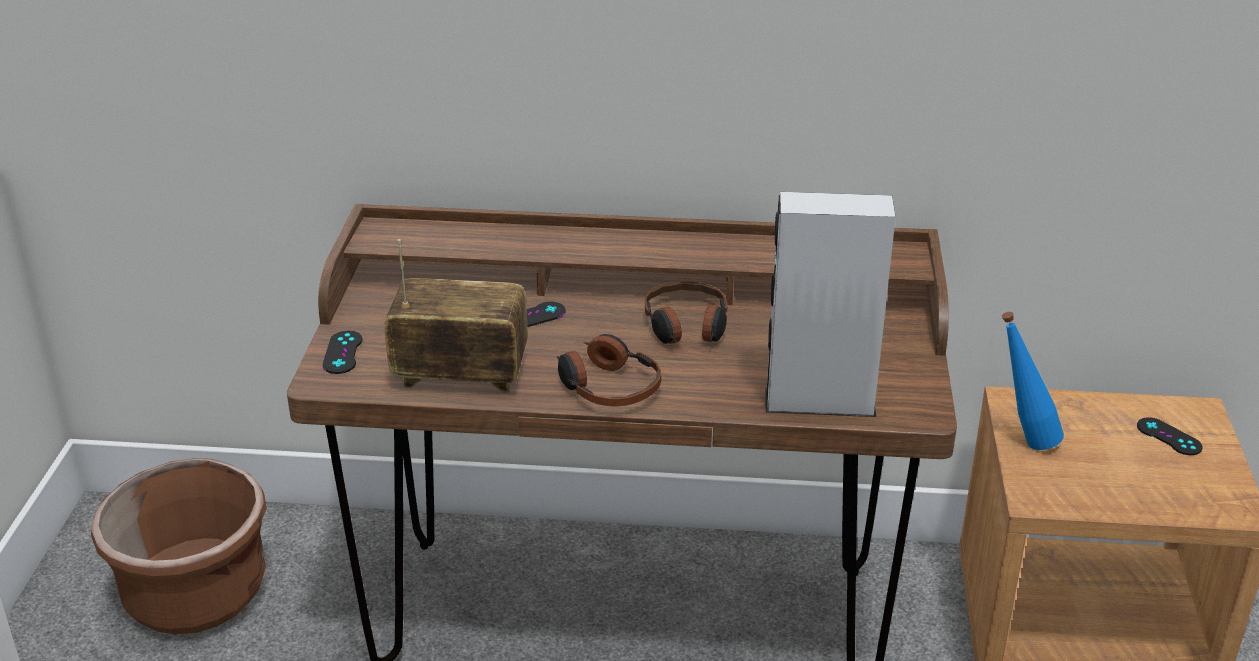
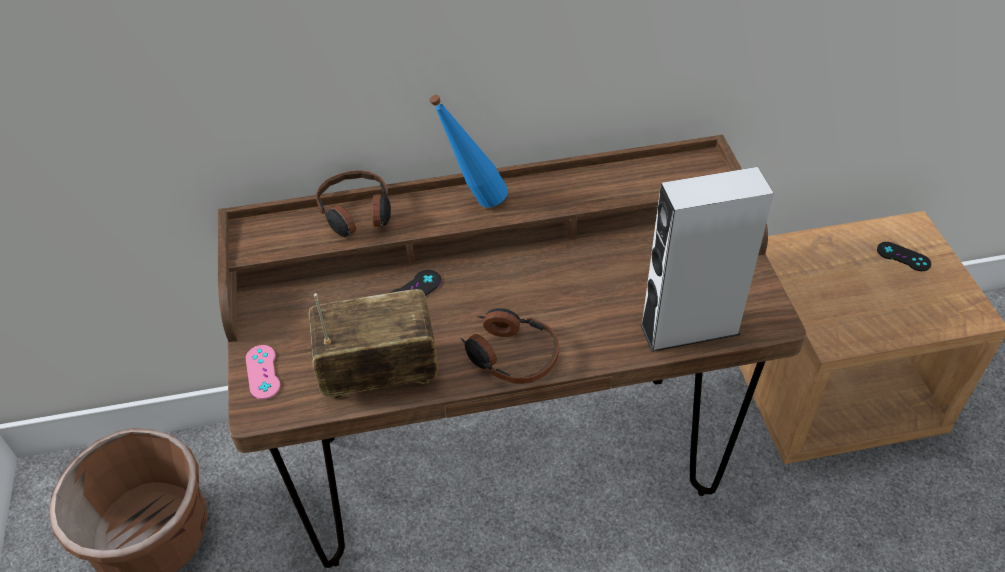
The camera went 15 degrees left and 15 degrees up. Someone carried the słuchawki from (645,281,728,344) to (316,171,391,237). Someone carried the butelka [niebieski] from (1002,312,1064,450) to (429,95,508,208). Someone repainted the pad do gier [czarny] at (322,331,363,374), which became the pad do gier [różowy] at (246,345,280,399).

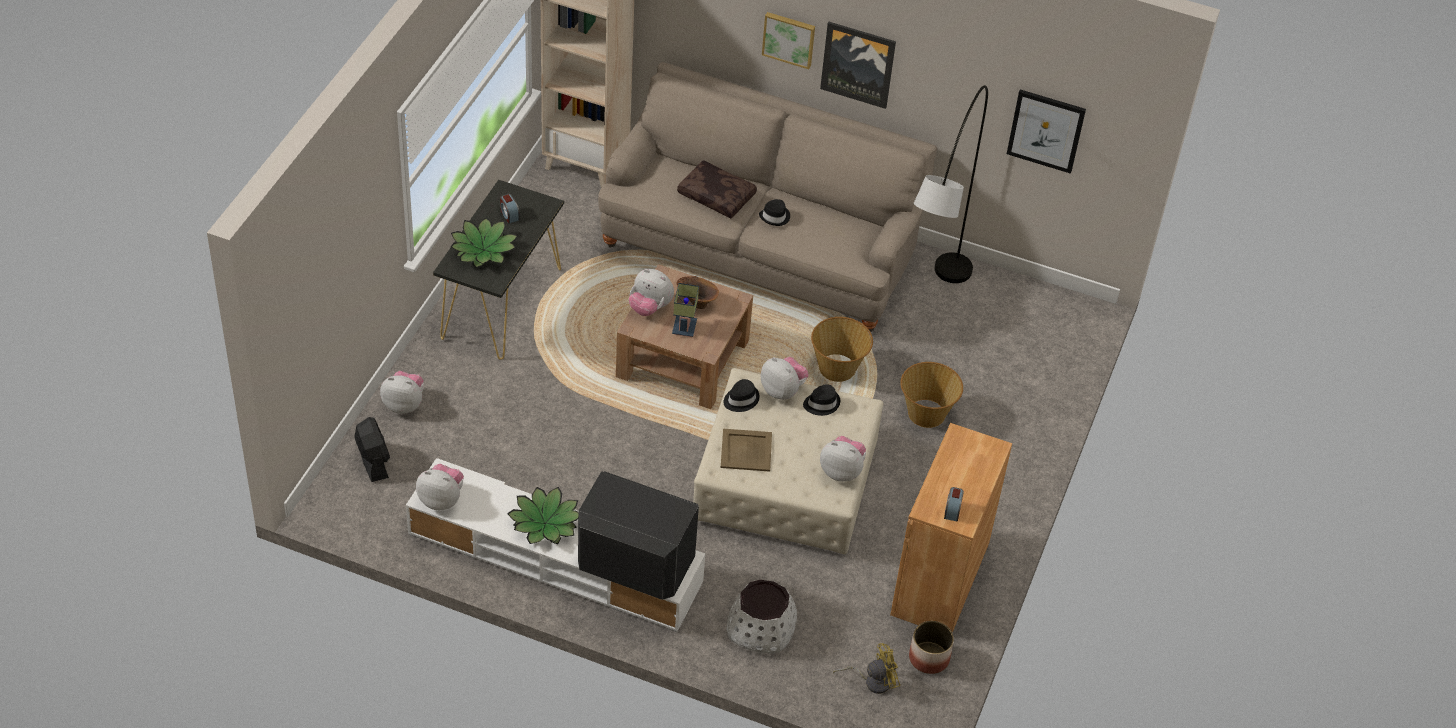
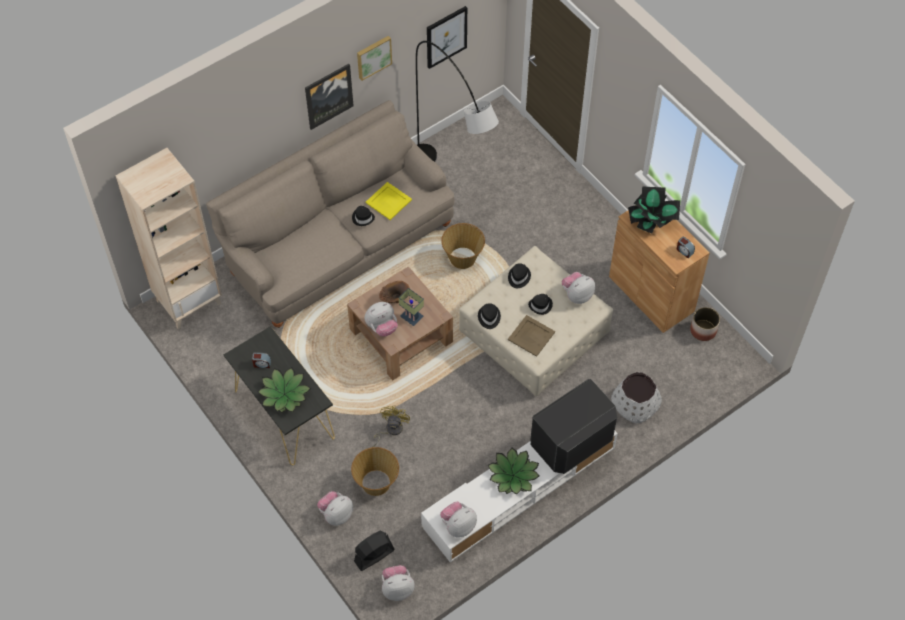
The camera went 55 degrees left and 10 degrees up. Someone carried the obraz from (762,12,815,69) to (357,36,392,81). Someone took away the poduszka [brązowy] at (677,160,757,218). Someone carried the pluszak from (761,357,809,400) to (382,565,415,601). Someone carried the koszyk from (900,362,963,428) to (351,447,399,496). Someone rotated the wentylator [czarny] at (354,417,390,482) by 45 degrees counterclockwise. Someone carried the wentylator [żółty] from (833,643,900,694) to (372,406,410,447). Someone put down the taca [żółty] at (365,182,412,220). Someone put down the roślina doniczkowa at (628,186,680,234). Someone put down the kapelusz [czarny] at (528,294,553,315).

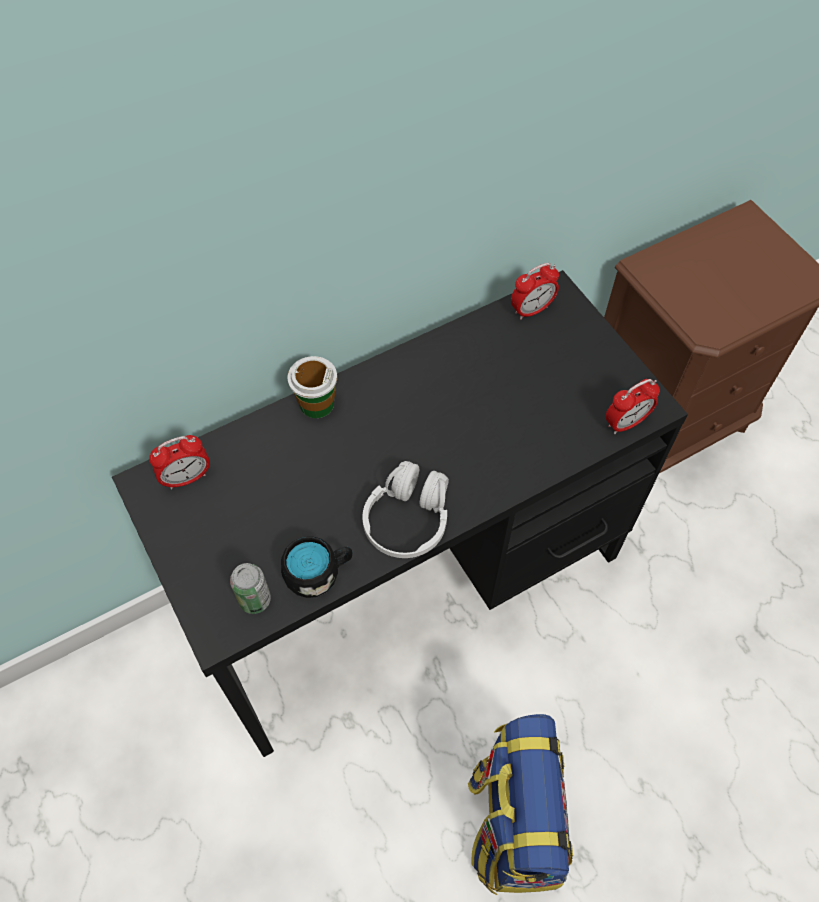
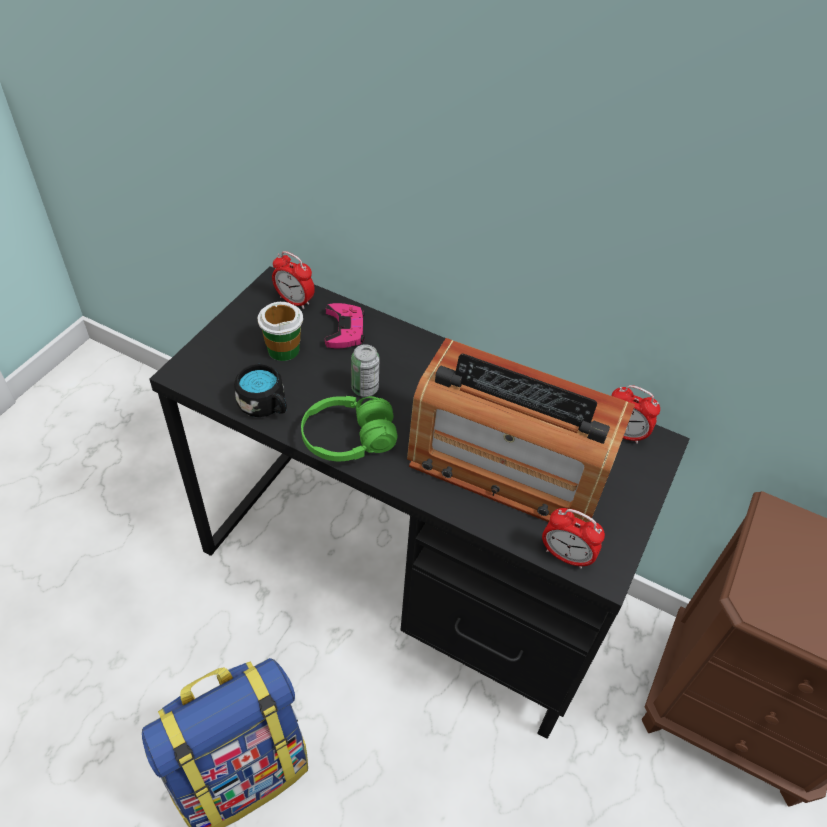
The camera went 55 degrees right and 10 degrees down. Someone carried the filiżanka from (287,356,337,418) to (258,302,303,361). Someone repainted the słuchawki [biały] at (362,461,449,558), which became the słuchawki [zielony] at (301,396,398,461). Someone carried the puszka from (230,563,271,614) to (351,344,379,397). Someone put down the pad do gier [różowy] at (325,303,365,348). Someone put down the radio at (407,338,635,522).

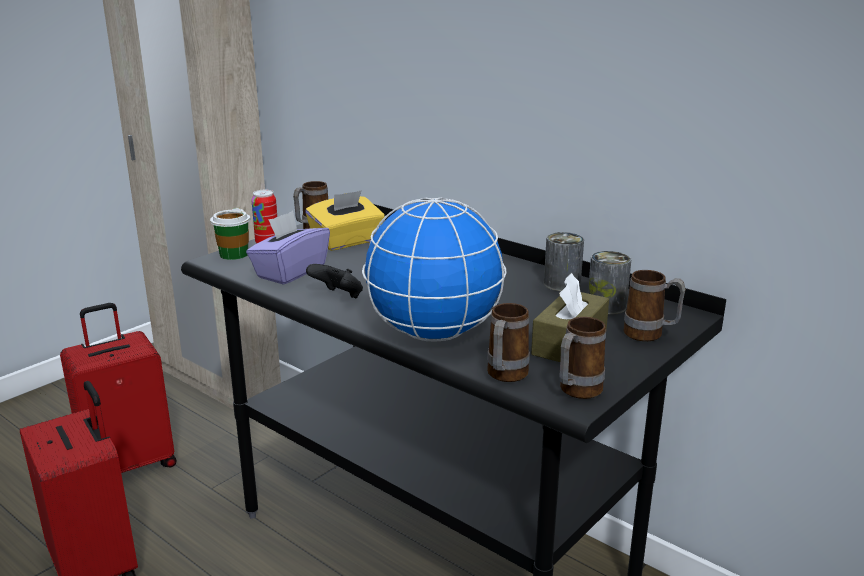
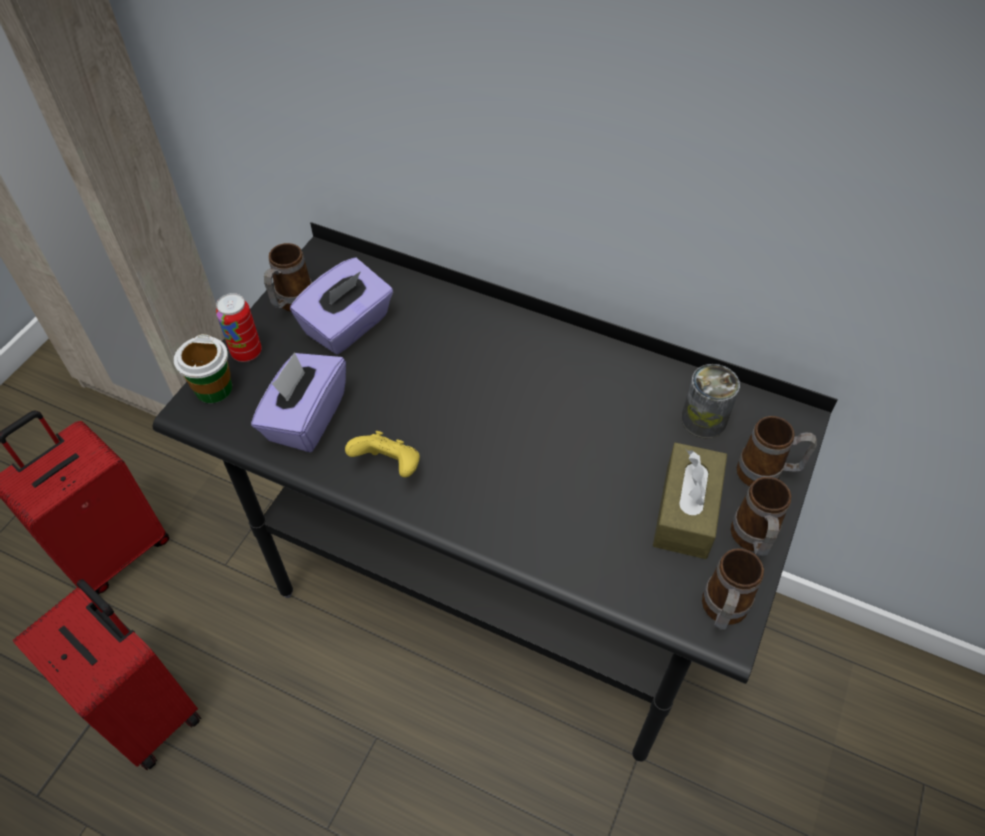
The camera went 15 degrees left and 30 degrees up. Someone repainted the pudełko chusteczek [żółty] at (305,190,385,251), which became the pudełko chusteczek [fioletowy] at (290,257,393,354). Someone took away the globus at (362,197,506,342). Someone took away the puszka at (544,232,584,291). Someone repainted the pad do gier [czarny] at (306,264,363,299), which became the pad do gier [żółty] at (345,431,420,477). Someone carried the kubek from (487,303,530,382) to (731,477,791,557).

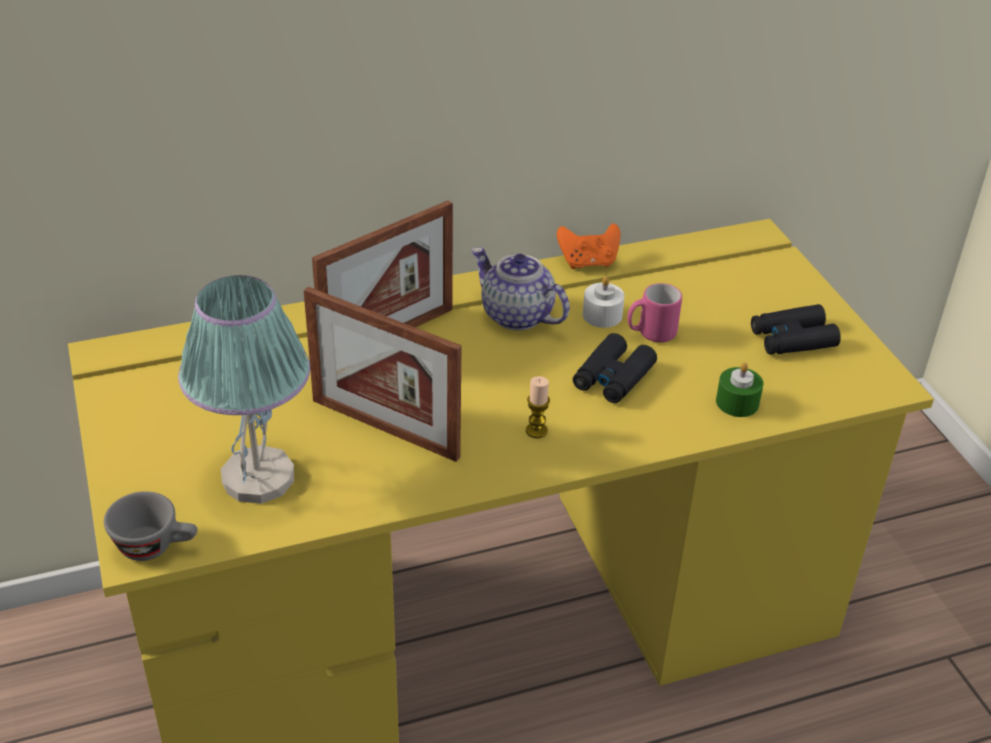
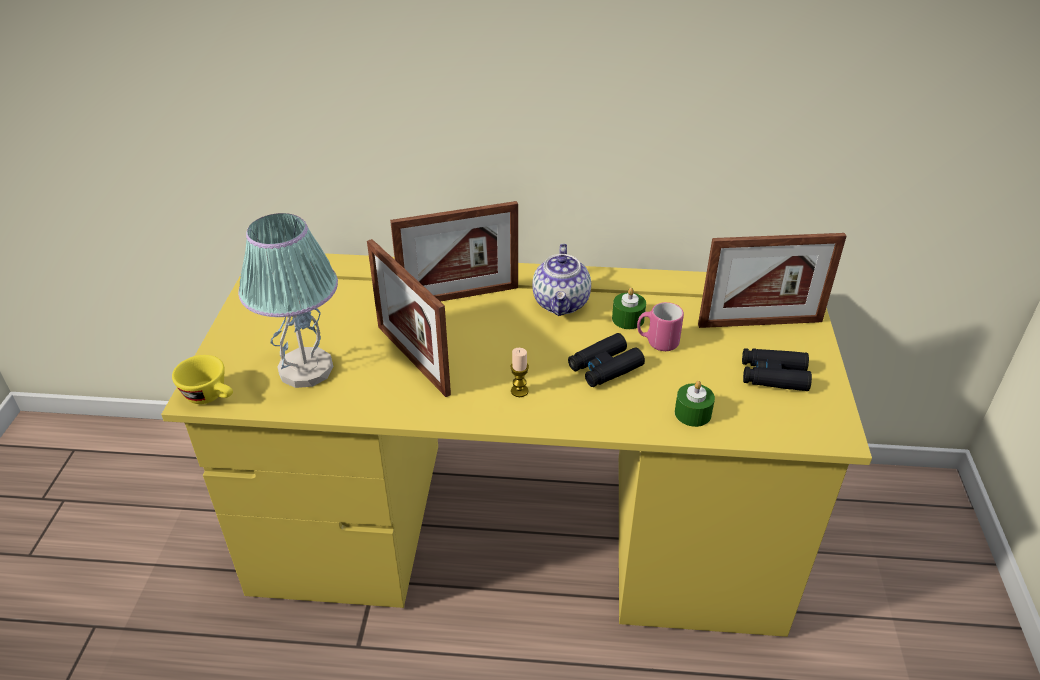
The camera went 25 degrees right and 0 degrees up. Someone took away the pad do gier [pomarańczowy] at (557,223,620,269). Someone rotated the imbryk at (471,247,570,331) by 150 degrees counterclockwise. Someone repainted the świeca [biały] at (583,276,625,328), which became the świeca [zielony] at (612,288,646,329). Someone repainted the filiżanka [szary] at (104,491,197,561), which became the filiżanka [żółty] at (172,355,233,404). Someone put down the ramka na zdjęcie at (698,233,847,328).

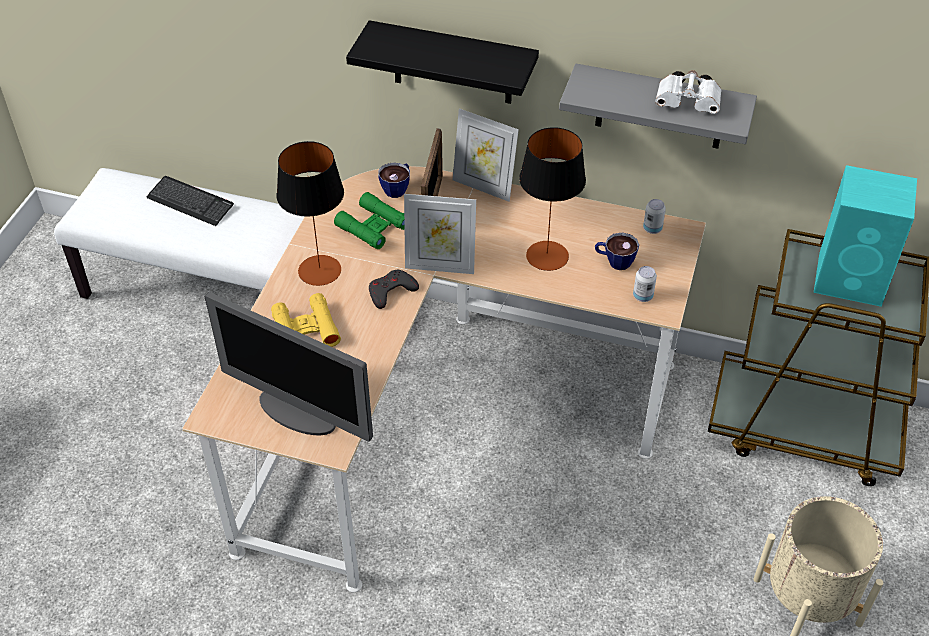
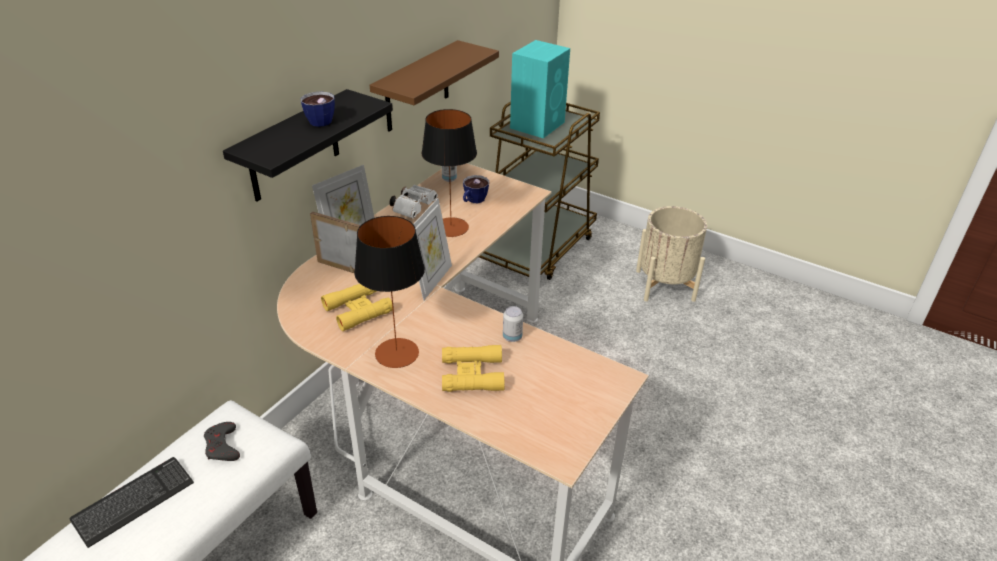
The camera went 75 degrees left and 10 degrees down. Someone repainted the półka [szary] at (559,64,757,149), which became the półka [brązowy] at (370,40,499,132). Someone carried the lornetka [biały] from (655,70,721,114) to (389,185,438,219). Someone carried the filiżanka from (378,163,410,198) to (301,91,335,127). Someone repainted the lornetka [zielony] at (334,192,405,249), which became the lornetka [żółty] at (321,284,394,331). Someone carried the puszka from (633,266,657,302) to (503,306,523,342). Someone carried the pad do gier [szary] from (369,270,419,309) to (204,422,240,461). Someone took away the monitor at (205,292,373,442).

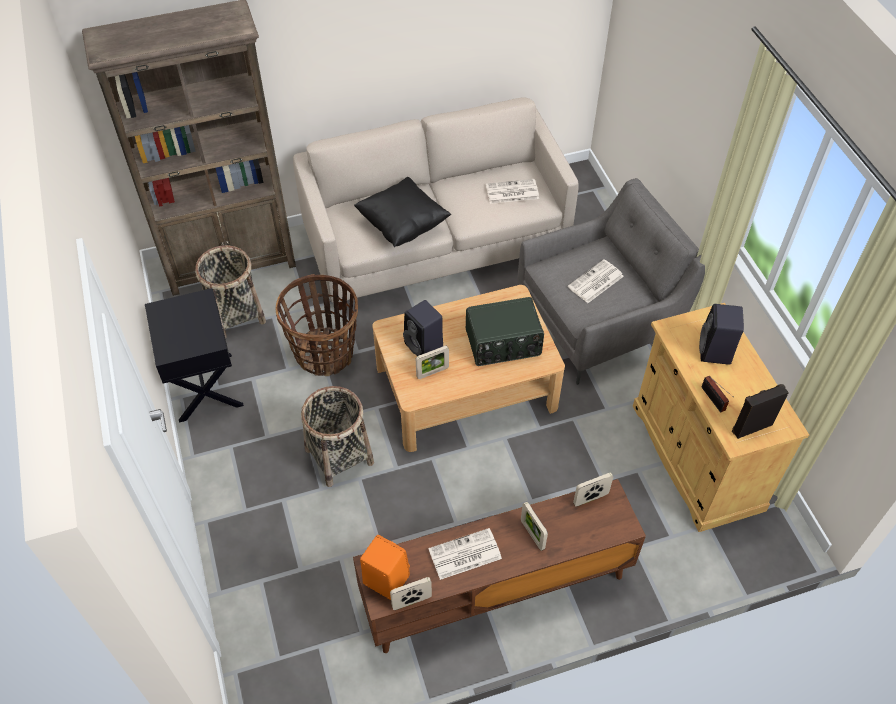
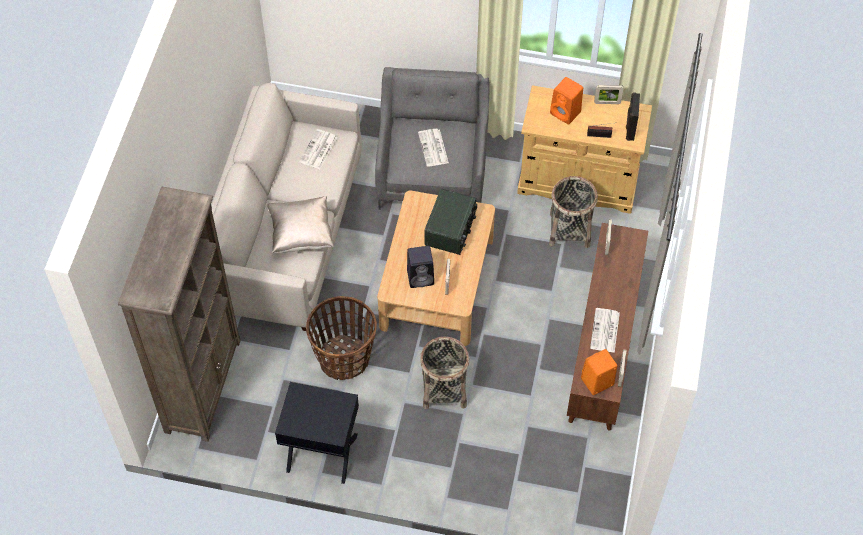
The camera went 60 degrees left and 5 degrees up. Someone repainted the poduszka [czarny] at (354,177,451,247), which became the poduszka [beżowy] at (267,196,334,253). Someone carried the koszyk from (195,245,266,338) to (549,176,598,248). Someone repainted the głośnik [czarny] at (699,304,744,365), which became the głośnik [pomarańczowy] at (550,77,583,125). Someone carried the ramka na zdjęcie from (521,502,548,551) to (594,85,623,104).

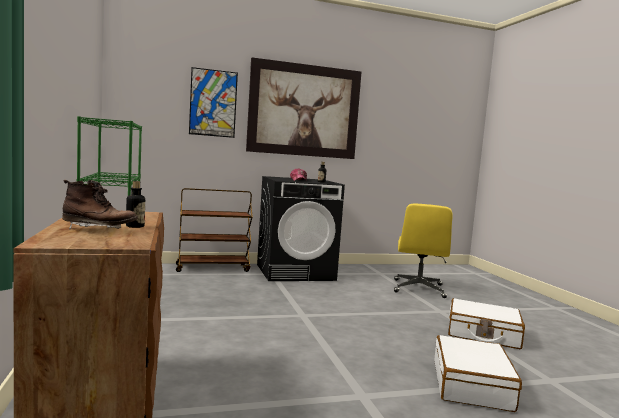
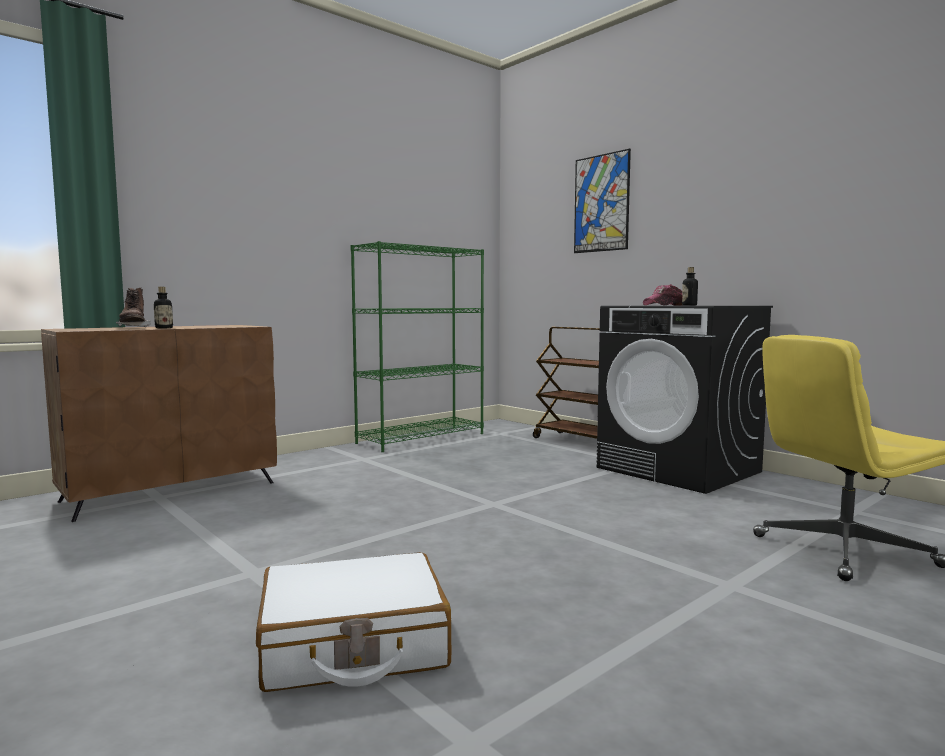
The camera went 65 degrees right and 0 degrees up. Someone took away the obraz at (246,57,362,159). Someone took away the walizka [biały] at (448,298,525,349).

